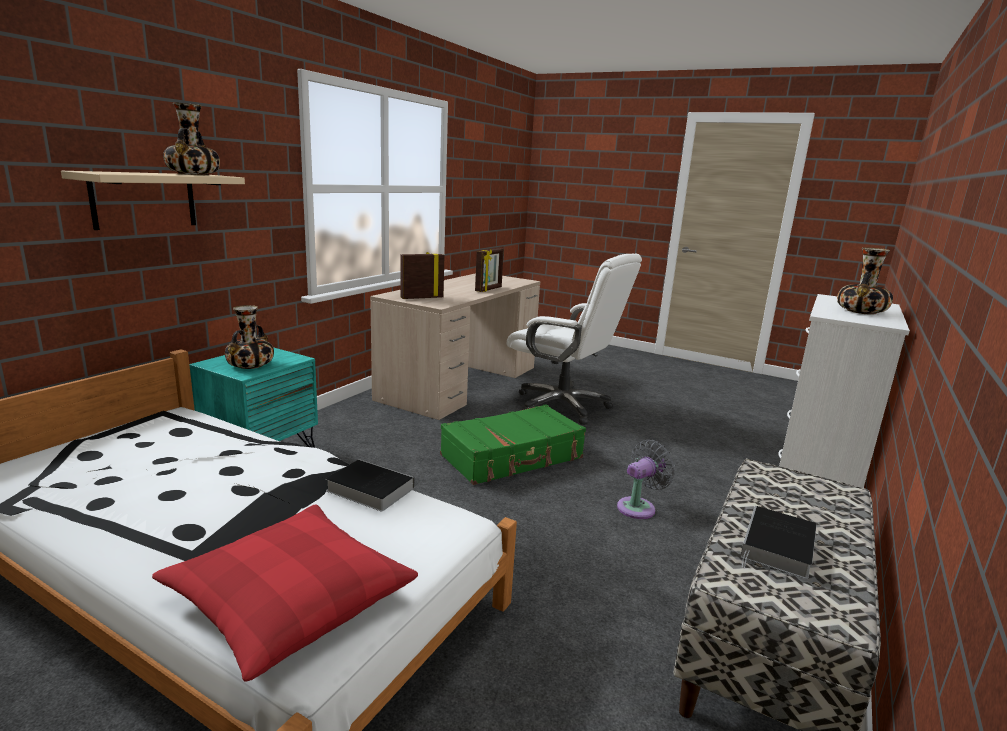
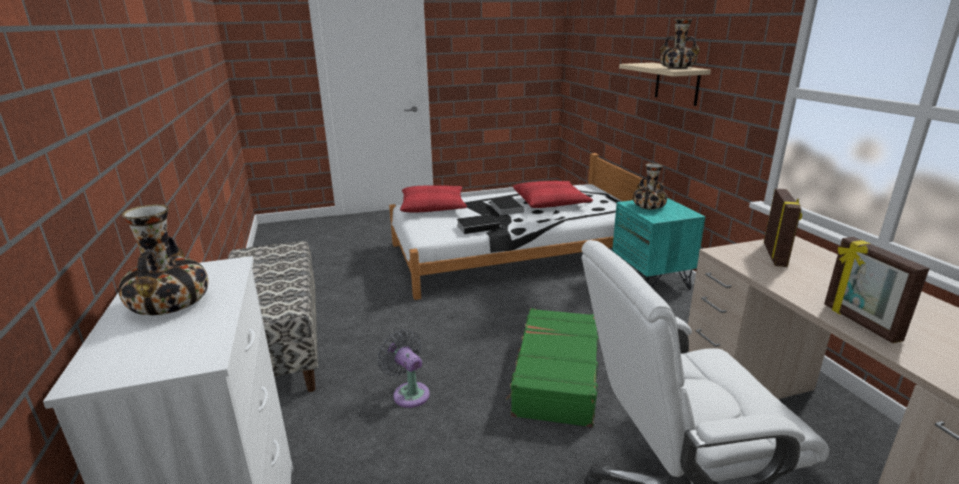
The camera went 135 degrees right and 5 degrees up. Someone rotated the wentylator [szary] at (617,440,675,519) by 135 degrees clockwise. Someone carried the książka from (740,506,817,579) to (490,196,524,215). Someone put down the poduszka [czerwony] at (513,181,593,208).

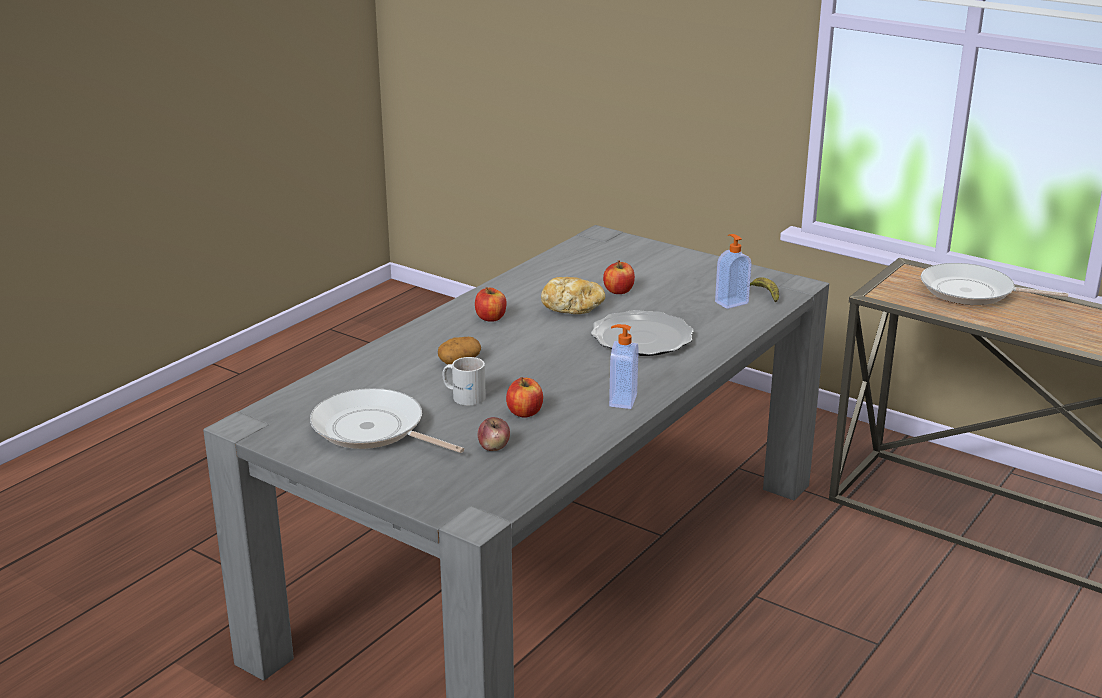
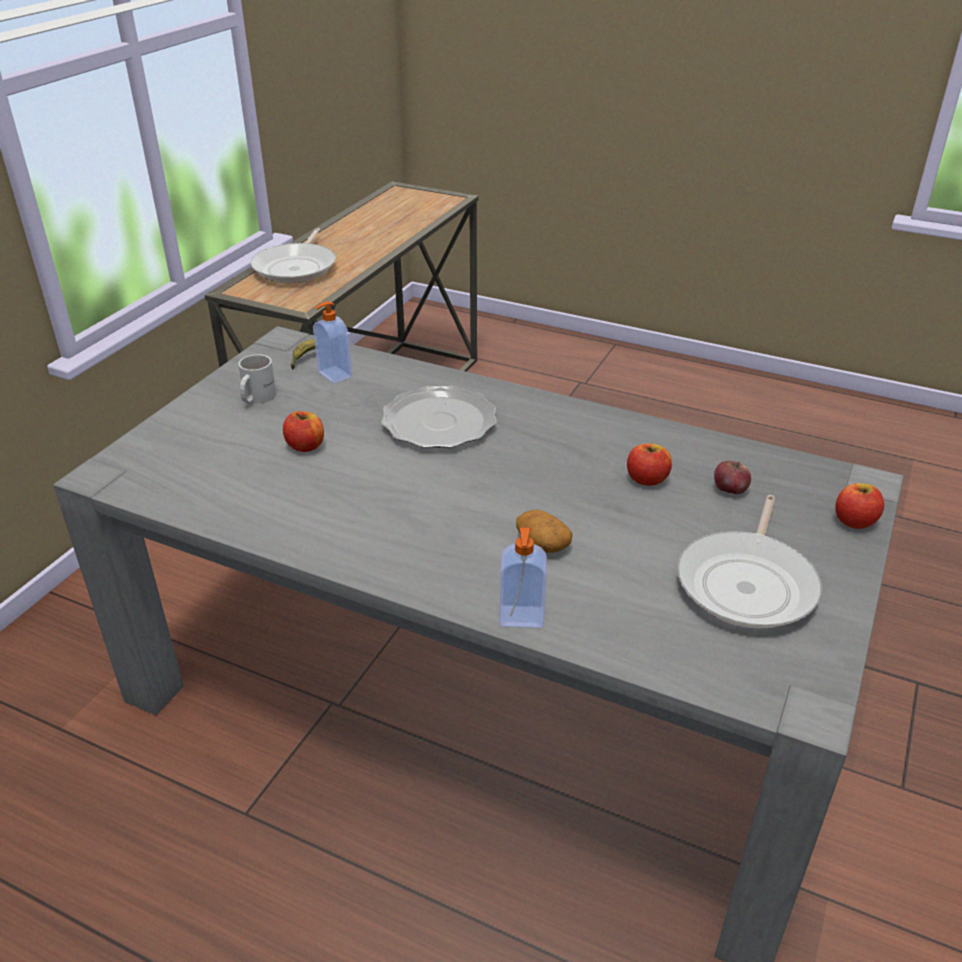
The camera went 100 degrees left and 10 degrees up. Someone took away the chleb at (541,277,605,314). Someone carried the jabłko from (475,287,506,322) to (835,483,884,529). Someone carried the dozownik mydła from (609,324,639,409) to (499,528,547,628). Someone carried the kubek [biały] from (442,357,486,405) to (238,354,276,403).

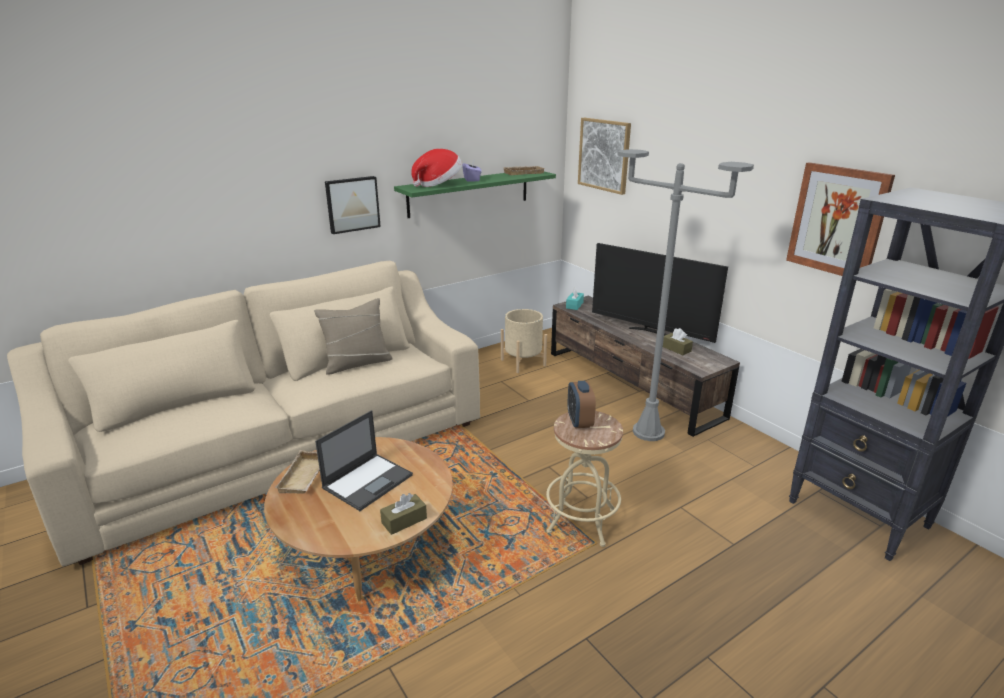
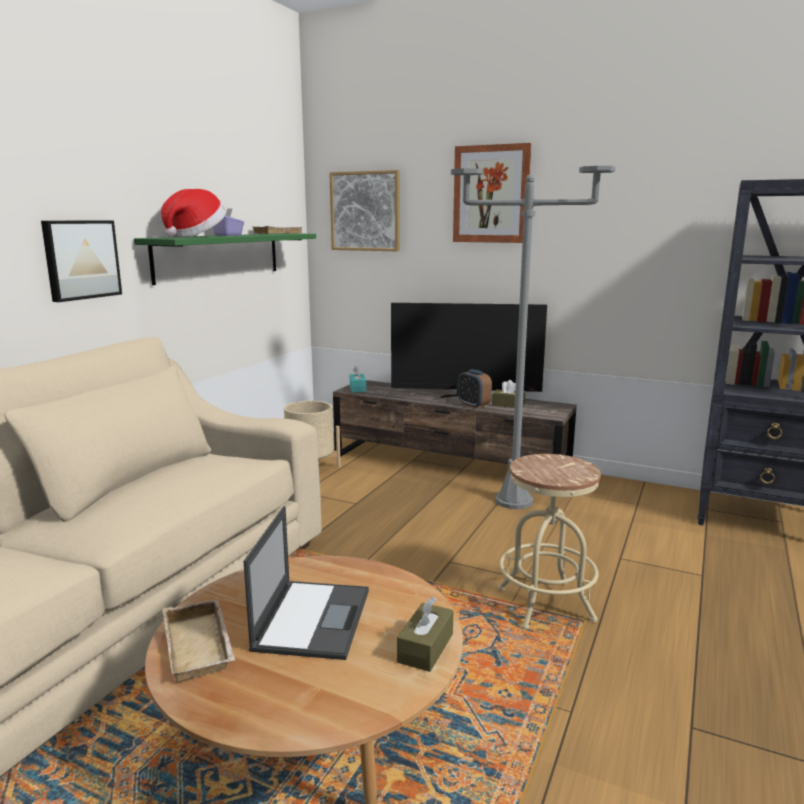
The camera went 30 degrees left and 10 degrees down. Someone carried the obraz from (786,162,895,276) to (453,143,532,243). Someone took away the poduszka [beżowy] at (314,298,393,375). Someone carried the budzik from (567,381,596,428) to (458,369,492,408).

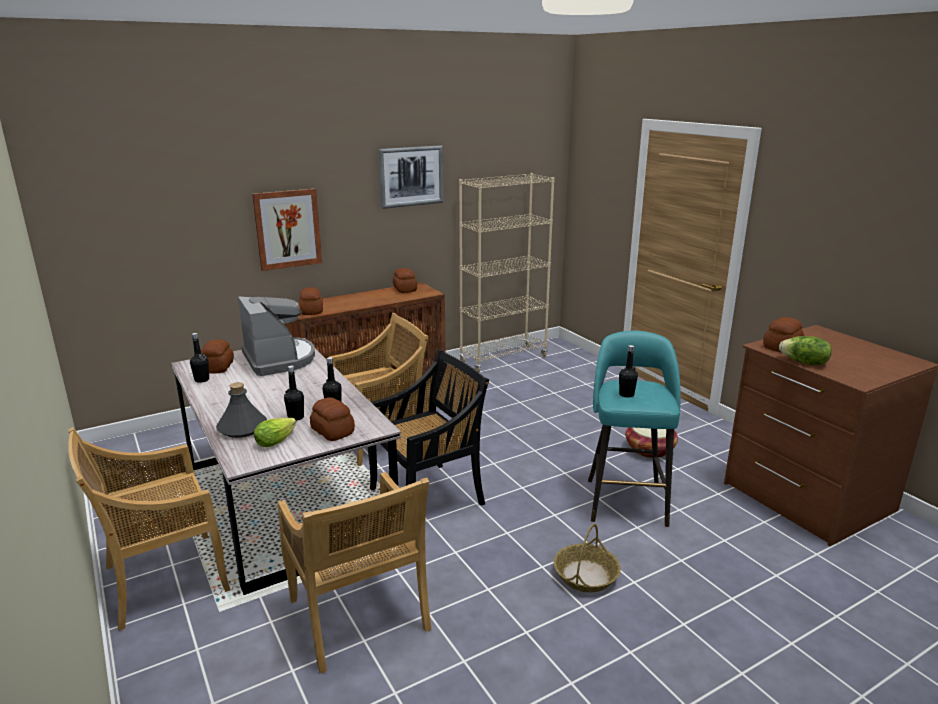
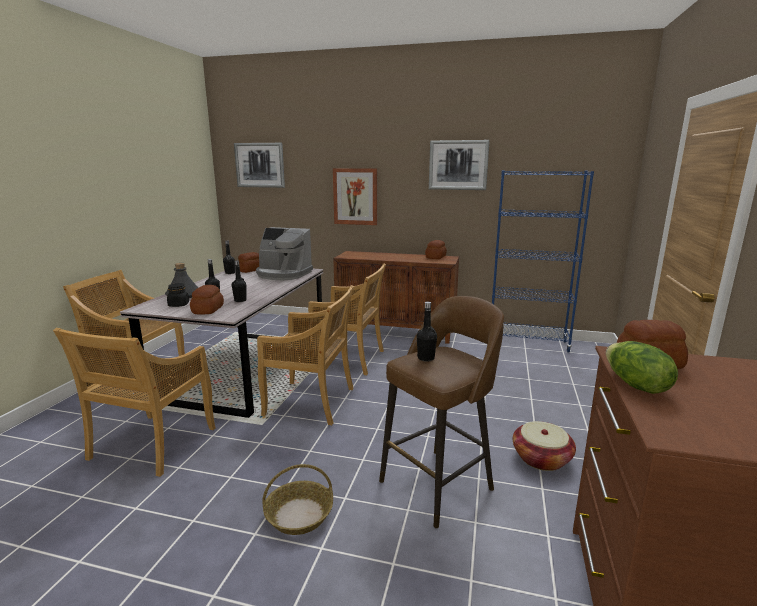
The camera went 45 degrees right and 5 degrees down. Someone repainted the regał [beżowy] at (459,173,555,372), which became the regał [niebieski] at (492,170,594,353). Someone took away the chleb at (299,287,323,315). Someone rotated the ekspres do kawy at (238,296,315,376) by 90 degrees clockwise. Someone repainted the stołek [turkusowy] at (588,331,681,527), which became the stołek [brązowy] at (379,296,504,528). Someone repainted the krzesło [czarny] at (368,349,489,506), which became the krzesło [beżowy] at (257,285,354,425). Someone swapped the sałata at (254,418,296,447) for the słoik [czarny] at (167,283,189,307). Someone put up the obraz at (234,143,285,188).

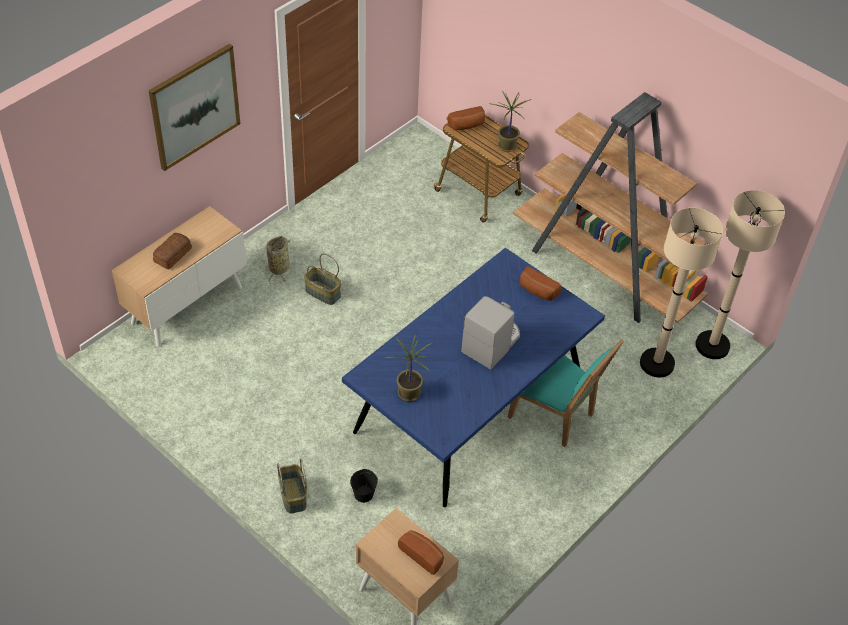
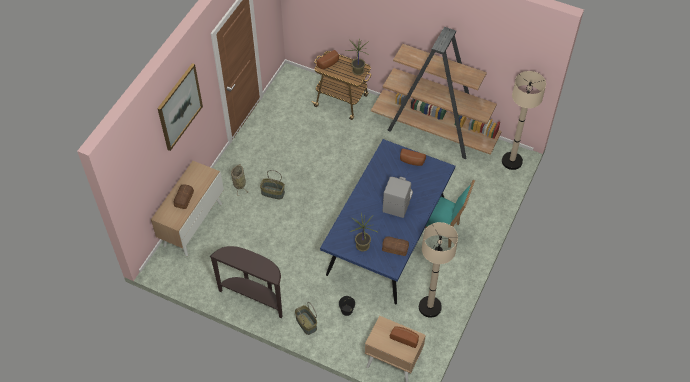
The camera went 15 degrees left and 5 degrees up. Someone carried the lampa stojąca [beżowy] from (640,208,723,377) to (419,222,458,318). Someone put down the chleb at (382,237,409,256). Someone put down the stolik konsolowy [brązowy] at (210,246,282,318).

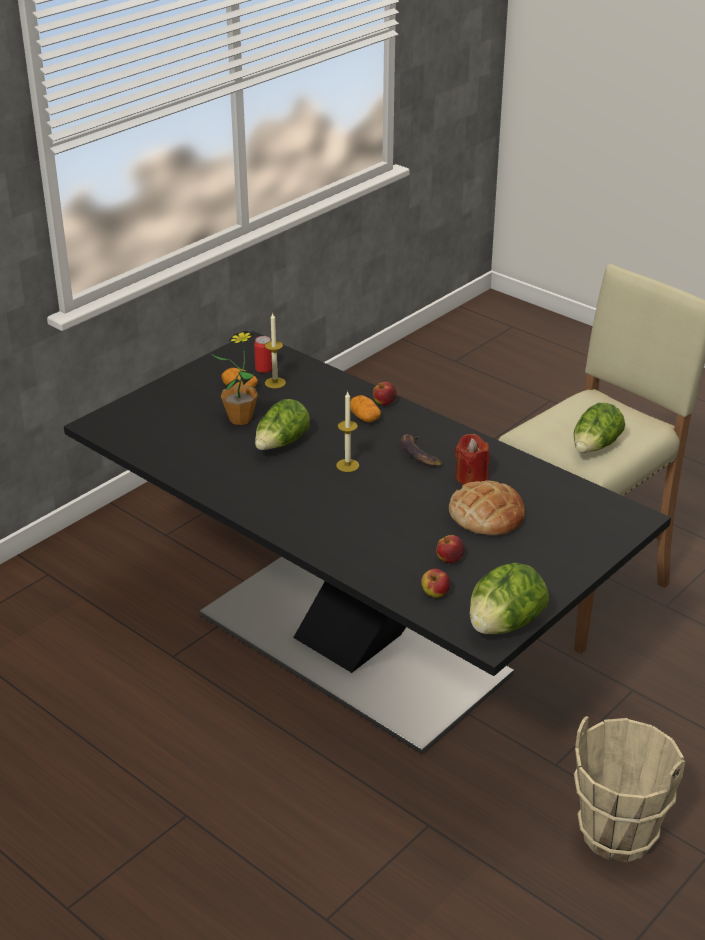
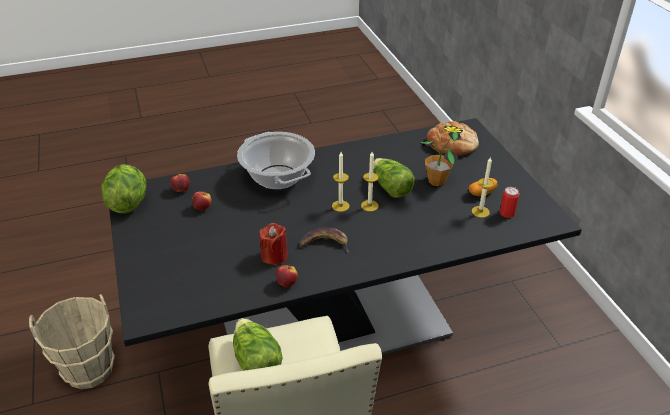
The camera went 120 degrees right and 5 degrees up. Someone carried the jabłko from (373,382,396,406) to (276,264,298,287). Someone took away the ziemniak at (350,395,381,422). Someone carried the chleb from (449,481,525,535) to (427,121,479,156). Someone put down the garnek at (237,132,315,190). Someone put down the świeca at (361,152,379,212).

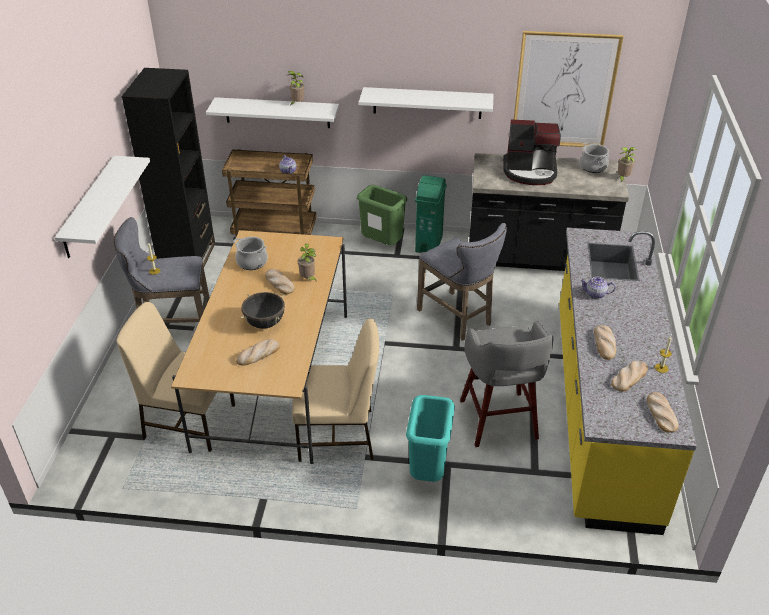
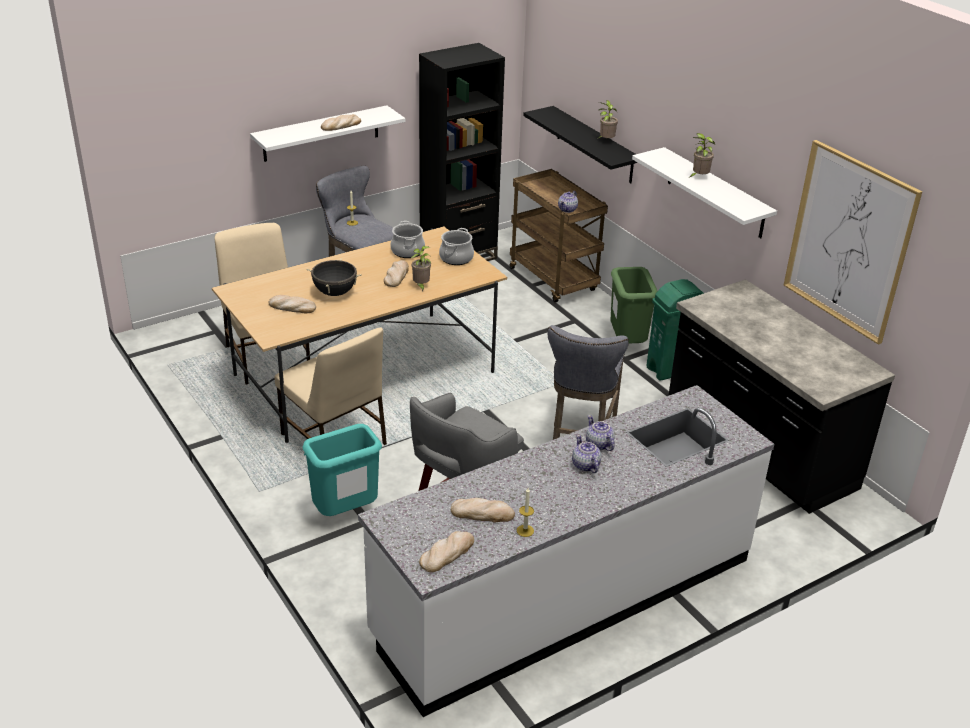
The camera went 50 degrees right and 5 degrees down. Someone repainted the półka [biały] at (206,97,339,128), which became the półka [czarny] at (523,106,638,183). Someone took away the ekspres do kawy at (503,120,561,185). Someone carried the garnek from (580,142,609,173) to (439,228,474,265). Someone carried the roślina doniczkowa from (618,147,637,183) to (690,133,715,177). Someone repainted the zabudowa kuchenna [żółty] at (559,228,697,535), which became the zabudowa kuchenna [biały] at (358,385,774,717). Someone carried the chleb from (594,325,616,360) to (321,114,361,131). Someone put down the imbryk at (572,435,601,473).

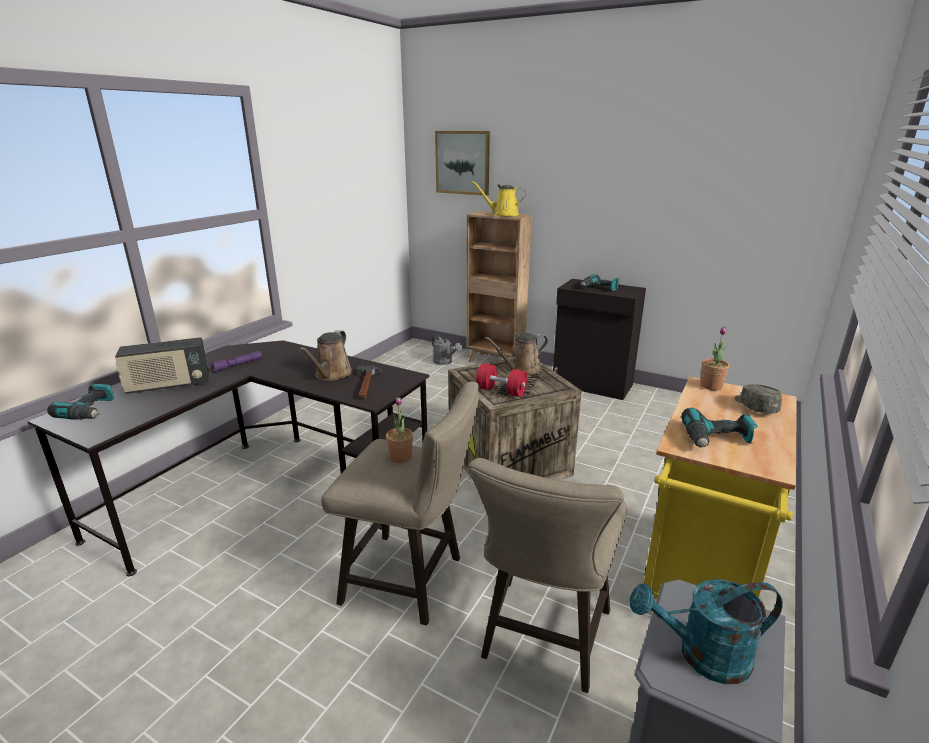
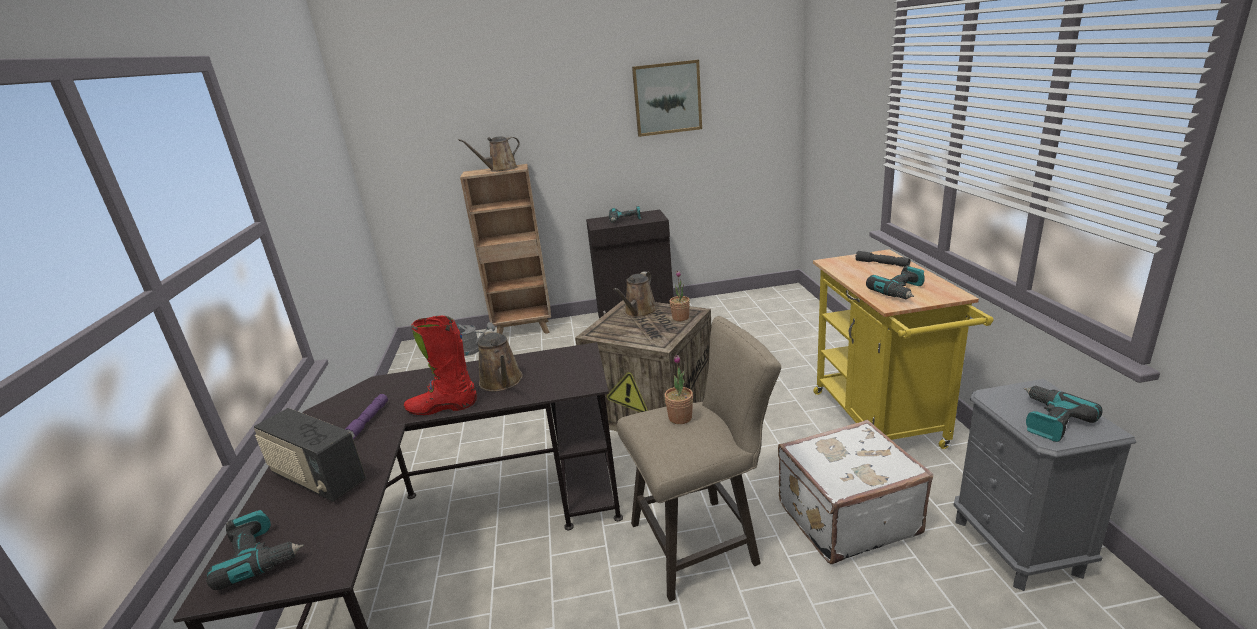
The camera went 35 degrees left and 0 degrees up. Someone carried the obraz from (435,131,490,196) to (632,60,702,137). Someone repainted the konewka [żółty] at (472,181,526,216), which became the konewka [brązowy] at (459,136,520,172). Someone carried the roślina doniczkowa from (700,327,729,390) to (669,271,690,321). Someone rotated the radio at (115,337,209,394) by 90 degrees clockwise. Someone took away the hantel [czerwony] at (476,363,527,397). Someone took away the młotek at (357,366,382,398). Someone swapped the czapka z daszkiem [szary] at (735,384,782,414) for the latarka [szary] at (855,251,910,267). Someone swapped the stołek [beżowy] at (469,458,627,693) for the walizka [biały] at (778,420,933,564). Someone swapped the konewka [turkusowy] at (630,579,783,684) for the wiertarka at (1024,386,1103,442). Someone put down the but z cholewką [czerwony] at (404,316,477,415).

